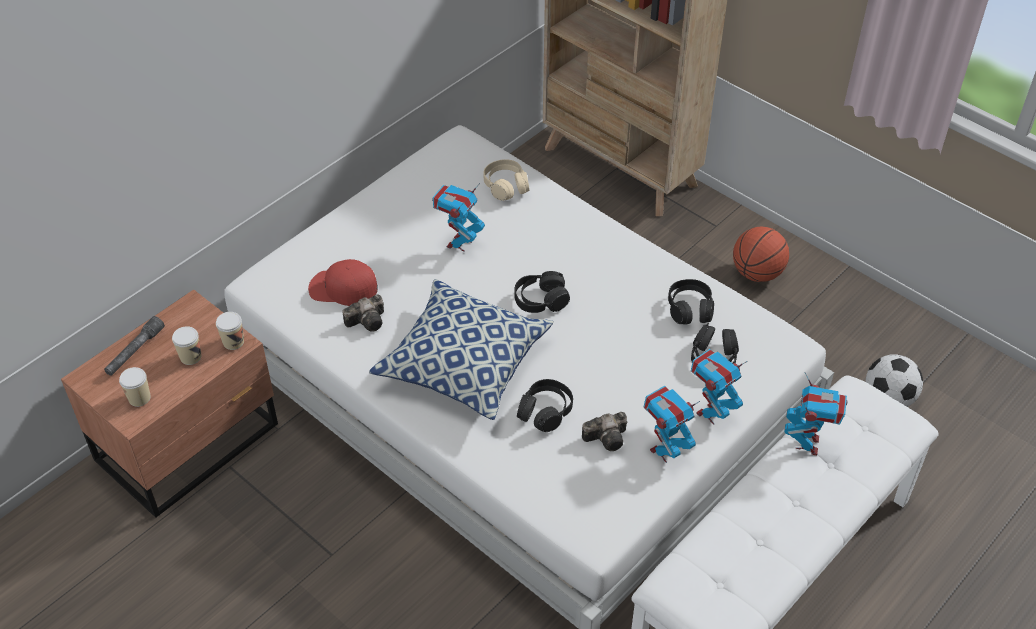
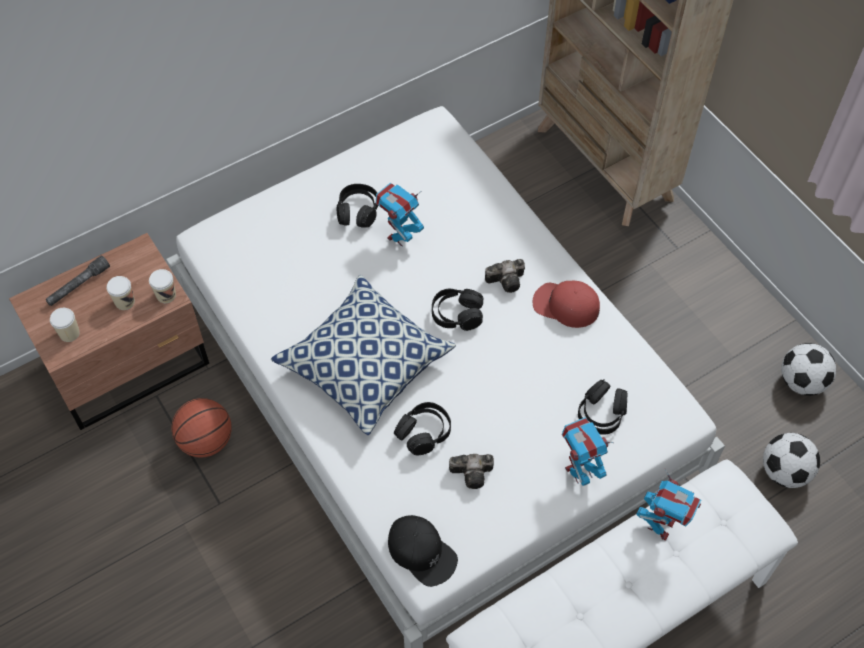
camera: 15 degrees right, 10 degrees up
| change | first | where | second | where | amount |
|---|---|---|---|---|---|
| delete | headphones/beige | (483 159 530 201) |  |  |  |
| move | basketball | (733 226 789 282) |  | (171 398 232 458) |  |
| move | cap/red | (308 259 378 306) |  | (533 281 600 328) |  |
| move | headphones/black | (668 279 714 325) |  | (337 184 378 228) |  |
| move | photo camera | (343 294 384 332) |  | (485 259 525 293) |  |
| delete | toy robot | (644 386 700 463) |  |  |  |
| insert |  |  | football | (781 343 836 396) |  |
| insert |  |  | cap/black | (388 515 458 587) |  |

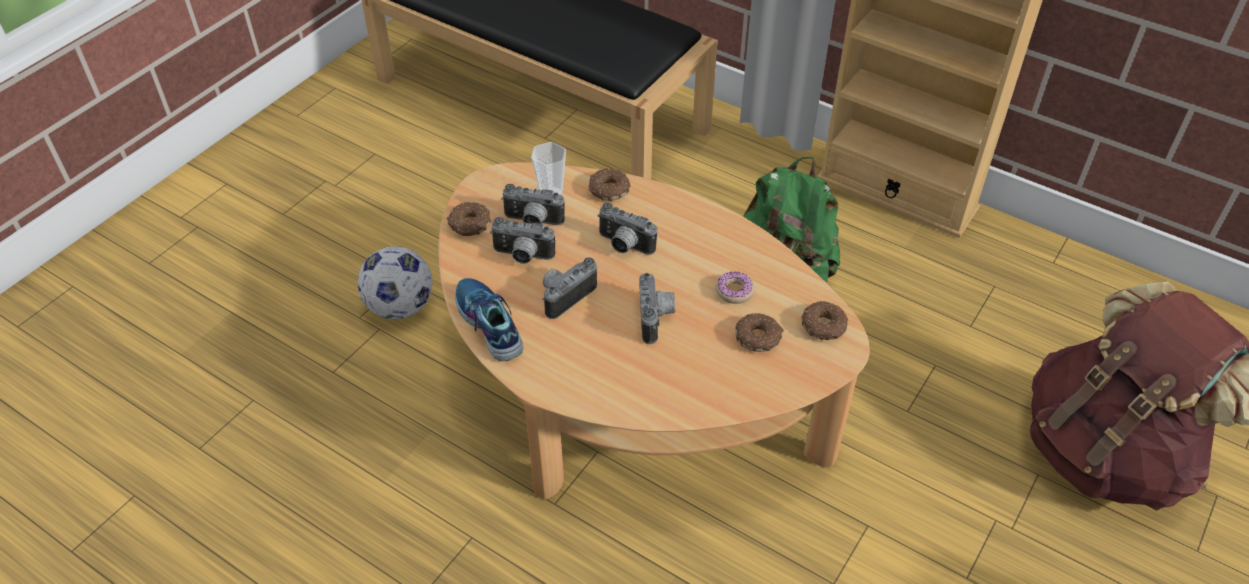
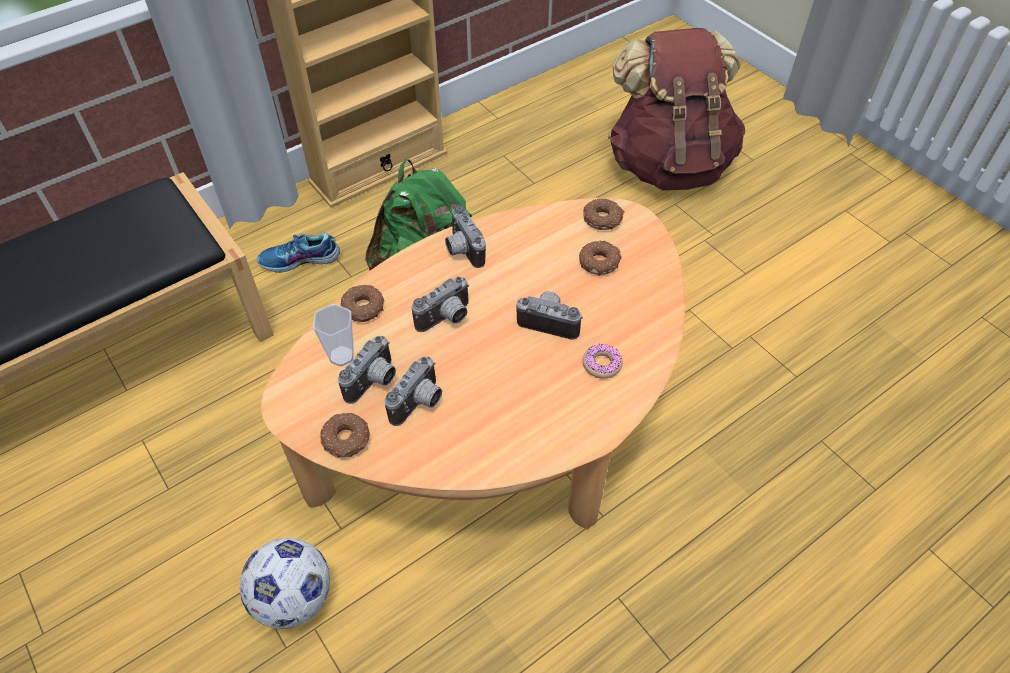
camera: 70 degrees left, 5 degrees up
| change | first | where | second | where | amount |
|---|---|---|---|---|---|
| move | photo camera | (542 257 597 319) |  | (445 205 486 268) |  |
| move | donut | (716 271 755 304) |  | (583 344 622 379) |  |
| move | shoe | (455 278 523 361) |  | (257 233 340 273) |  |

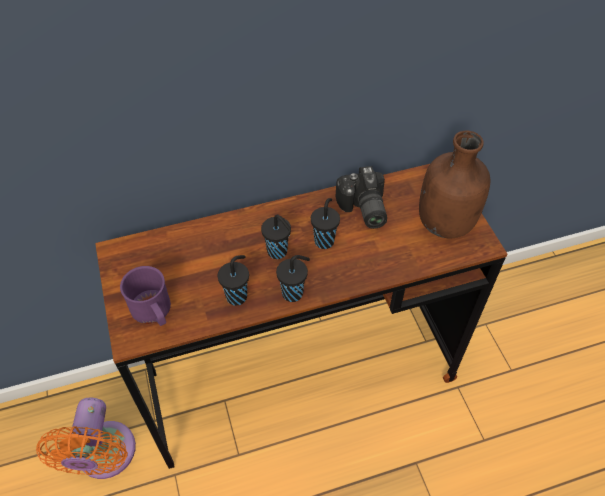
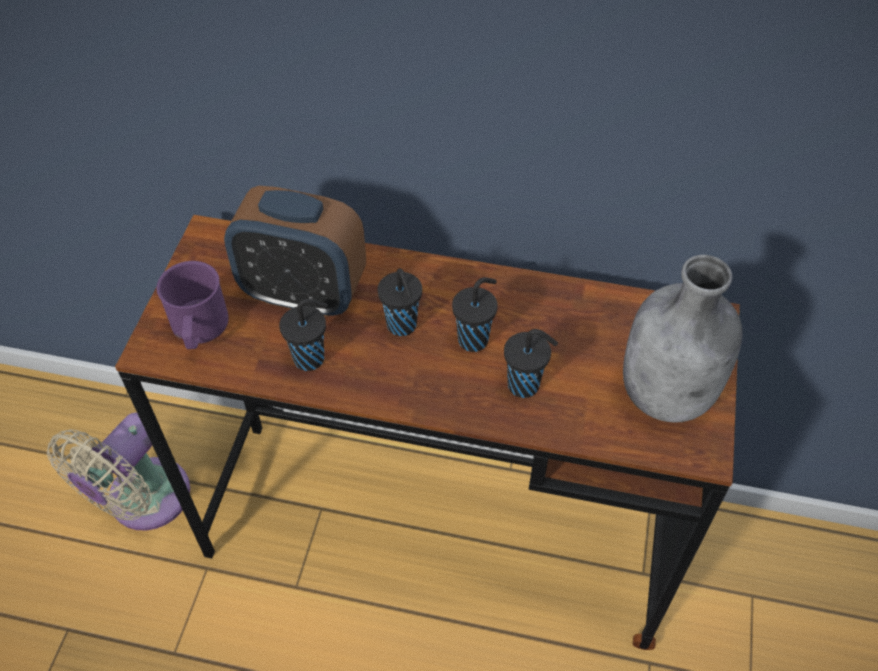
camera: 30 degrees right, 0 degrees up
| change | first | where | second | where | amount |
|---|---|---|---|---|---|
| recolor | bottle/brown | (419 131 491 238) | bottle/grey | (623 255 743 423) |  |
| delete | photo camera | (335 166 387 229) |  |  |  |
| move | cup/black | (276 255 310 302) |  | (504 329 558 398) |  |
| recolor | fan/orange | (36 397 136 479) | fan/beige | (47 413 190 531) |  |
| insert |  |  | alarm clock | (224 186 366 317) |  |

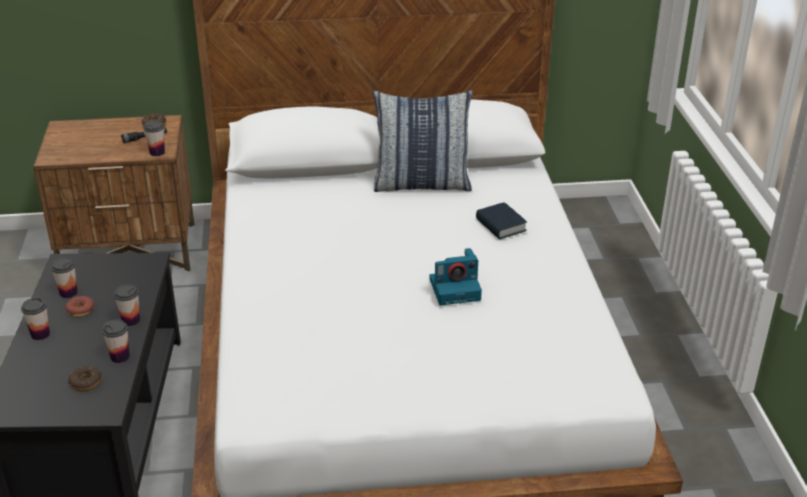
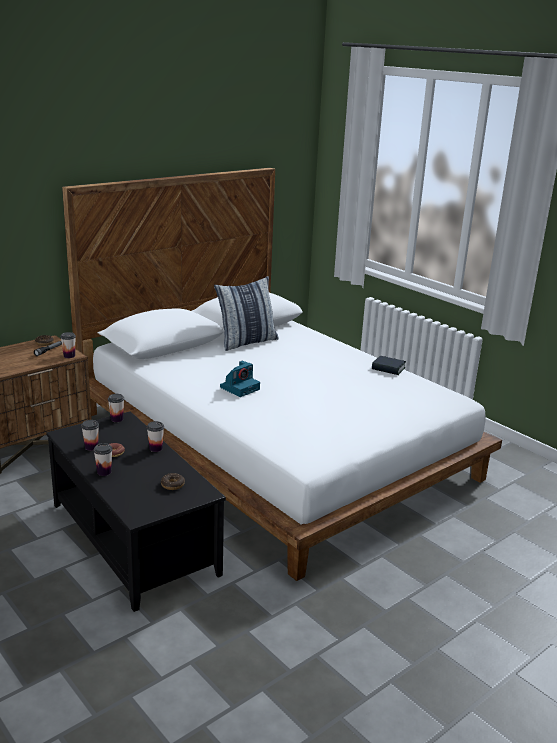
camera: 35 degrees left, 10 degrees down
| change | first | where | second | where | amount |
|---|---|---|---|---|---|
| move | book | (476 202 527 240) |  | (372 356 406 375) |  |
| move | photo camera | (429 248 482 305) |  | (220 361 260 397) |  |
| move | cup | (102 319 130 363) |  | (108 394 124 422) |  |

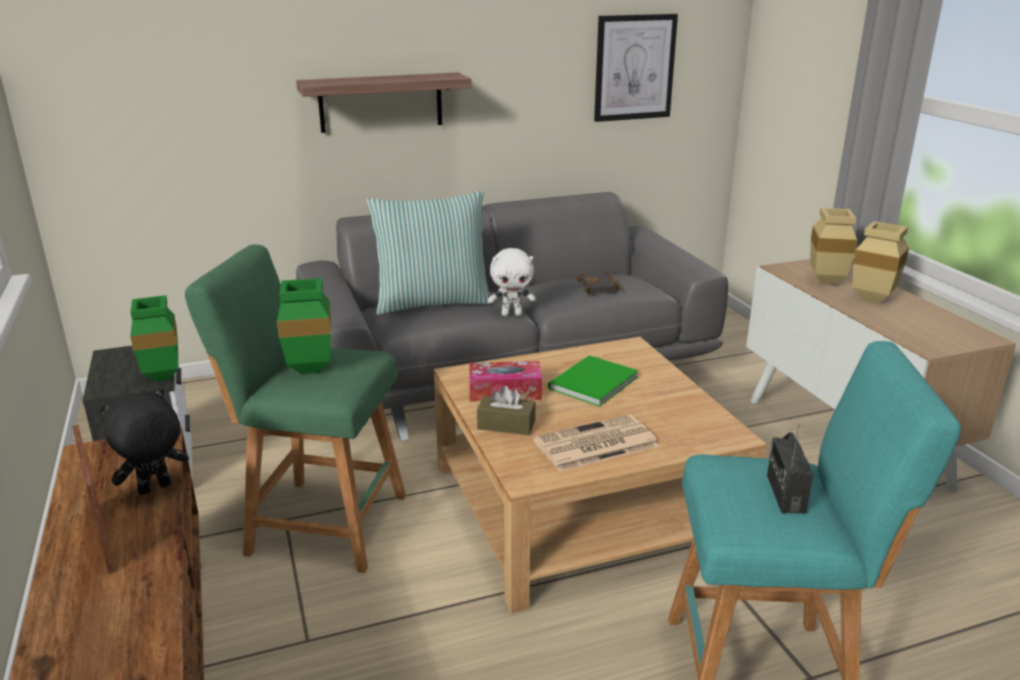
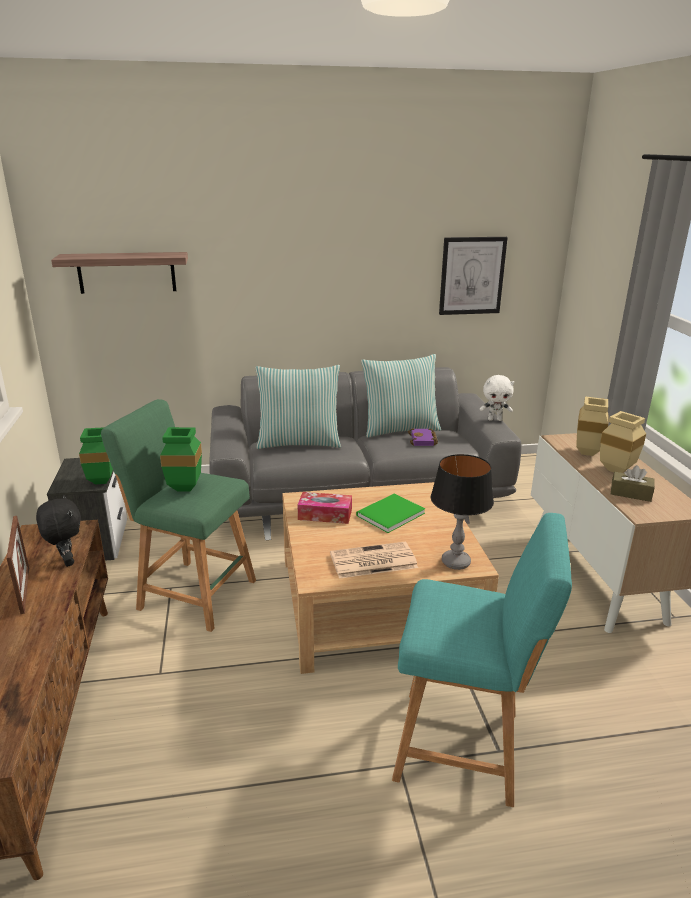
camera: 10 degrees right, 0 degrees up
| change | first | where | second | where | amount |
|---|---|---|---|---|---|
| move | shelf | (296 72 472 133) |  | (51 252 188 294) |  |
| move | plush toy/white | (488 248 536 316) |  | (480 375 514 421) |  |
| recolor | book/black | (575 271 621 294) | book/purple | (408 428 438 446) |  |
| move | tissue box/brown | (477 386 536 435) |  | (611 465 655 502) |  |
| rotate | plush toy/black | (99 388 189 495) |  | (36 495 81 567) | 90 degrees clockwise |
| delete | radio | (767 425 814 514) |  |  |  |
| insert |  |  | pillow | (361 354 441 438) |  |
| insert |  |  | table lamp | (430 454 494 570) |  |

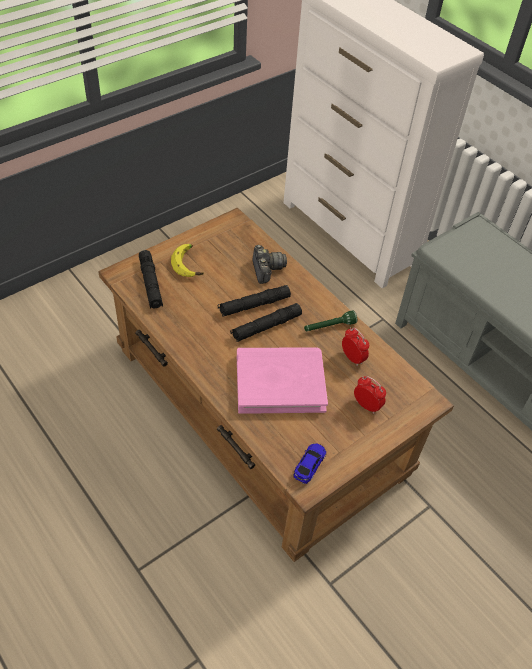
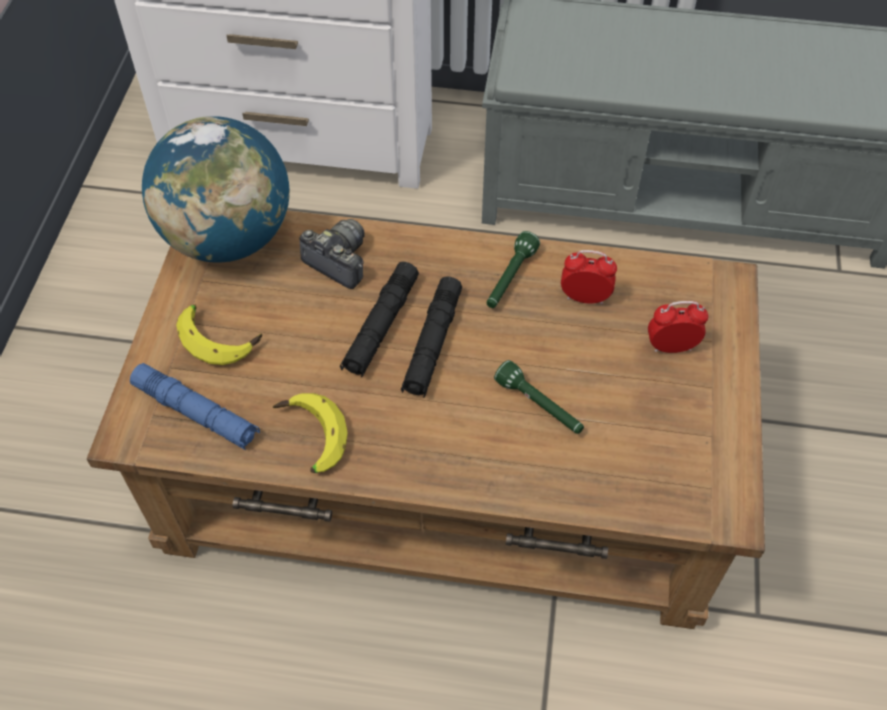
camera: 40 degrees left, 5 degrees up
| change | first | where | second | where | amount |
|---|---|---|---|---|---|
| recolor | flashlight/black | (139 250 163 309) | flashlight/blue | (130 363 260 450) |  |
| replace | book/pink | (237 347 328 414) | flashlight/green | (494 360 584 434) |  |
| delete | toy car | (293 443 326 484) |  |  |  |
| insert |  |  | globe | (142 116 290 263) |  |
| insert |  |  | banana | (273 393 348 473) |  |

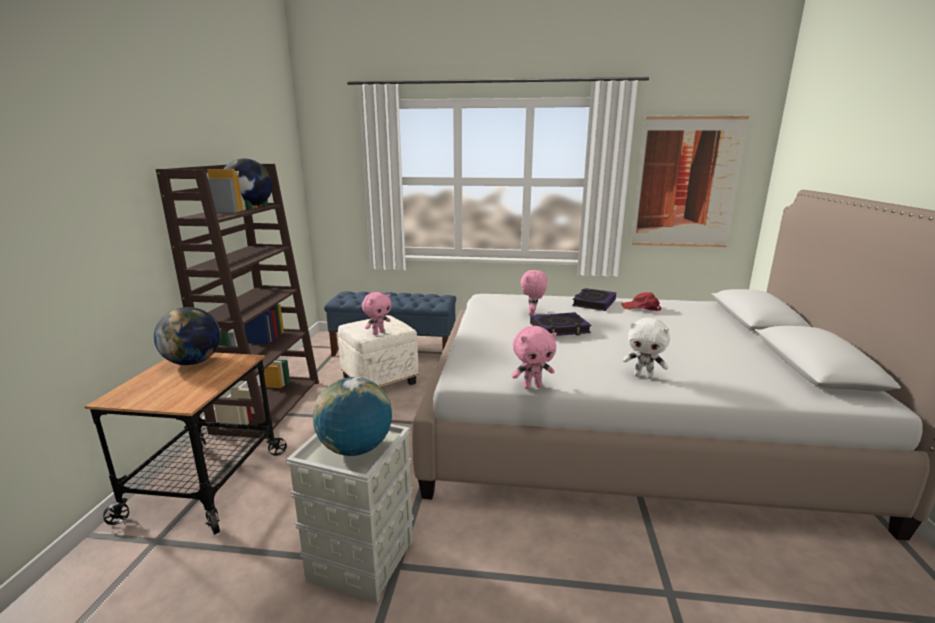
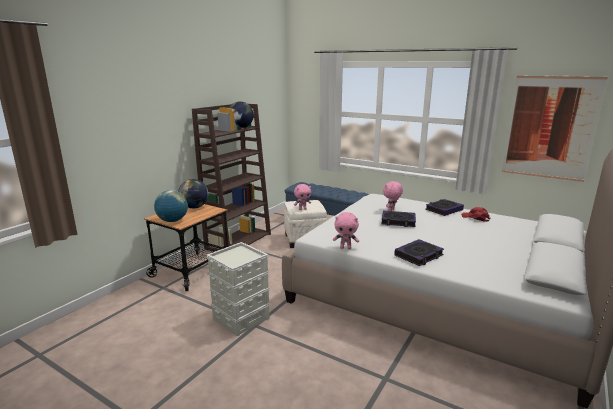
camera: 25 degrees right, 0 degrees up
| change | first | where | second | where | amount |
|---|---|---|---|---|---|
| replace | plush toy/white | (623 317 670 379) | book | (394 239 444 266) |  |
| move | globe | (313 377 392 456) |  | (154 190 188 222) |  |

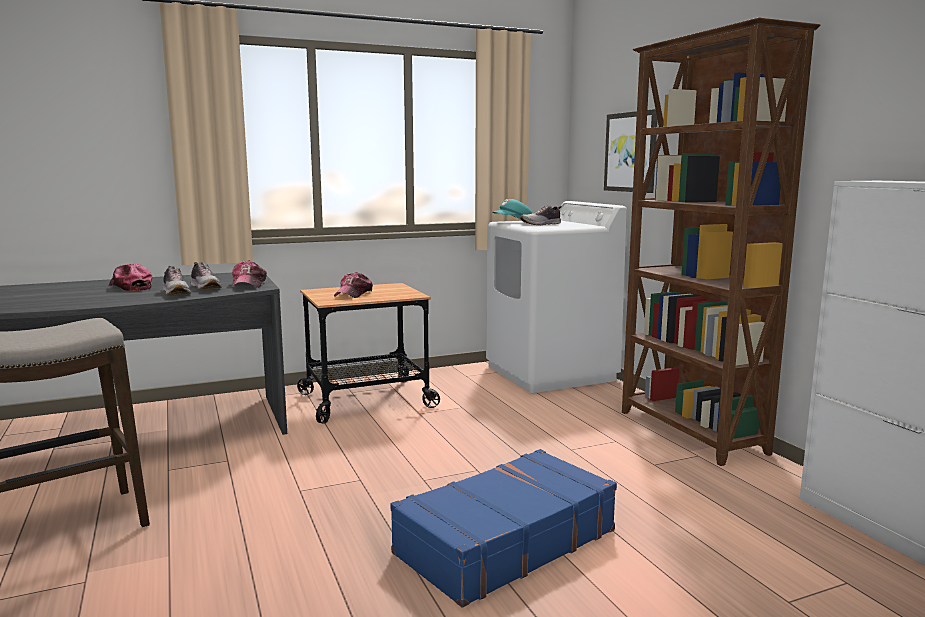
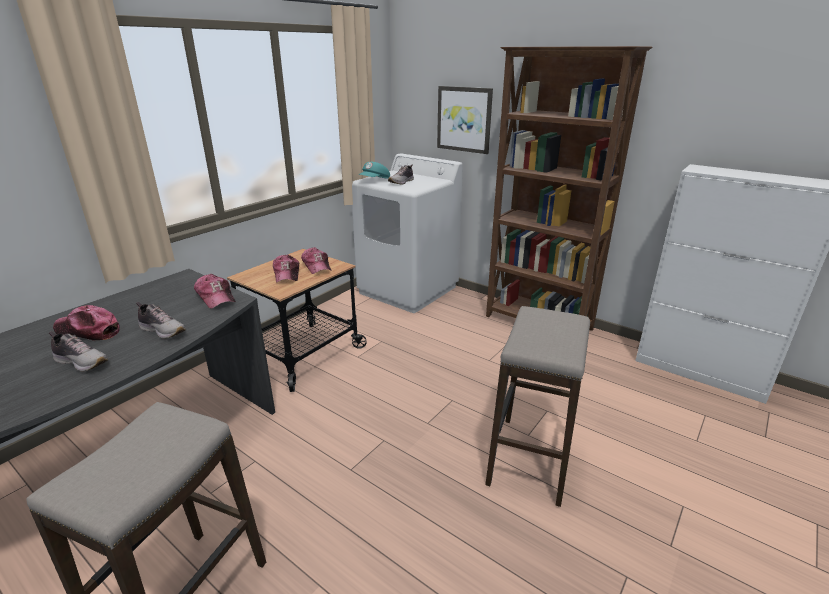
camera: 30 degrees left, 15 degrees up
| change | first | where | second | where | amount |
|---|---|---|---|---|---|
| move | shoe | (191 262 222 289) |  | (49 331 108 372) |  |
| replace | suitcase/blue | (391 449 617 607) | stool | (485 306 590 507) |  |
| insert |  |  | cap | (301 247 332 274) |  |

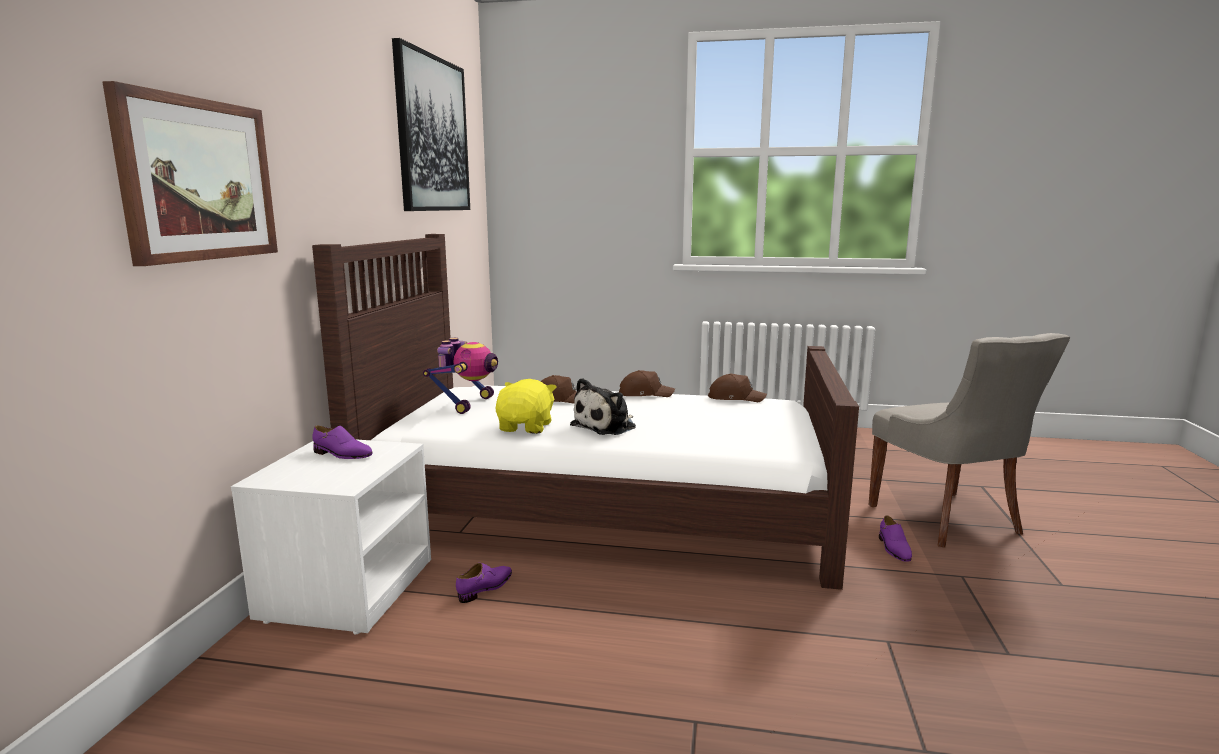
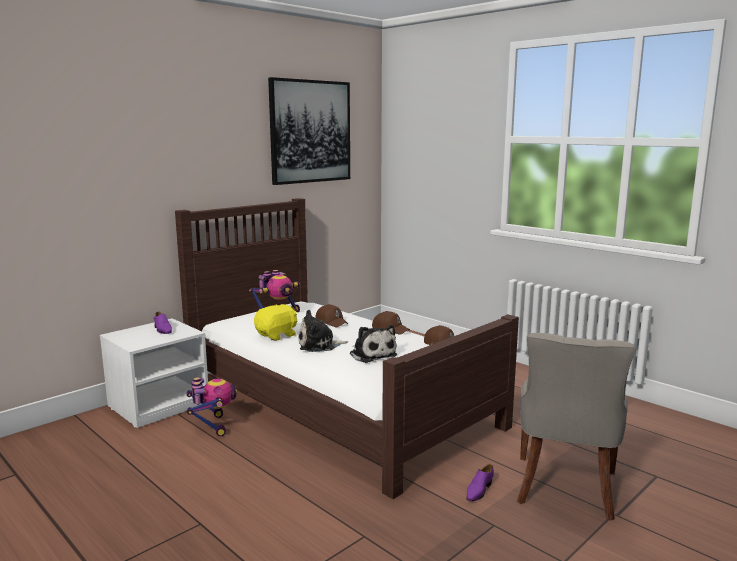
camera: 35 degrees right, 0 degrees up
| change | first | where | second | where | amount |
|---|---|---|---|---|---|
| delete | picture | (102 81 278 266) |  |  |  |
| replace | shoe/purple | (456 563 512 603) | toy robot | (187 377 237 436) |  |
| insert |  |  | plush toy | (350 325 397 363) |  |

